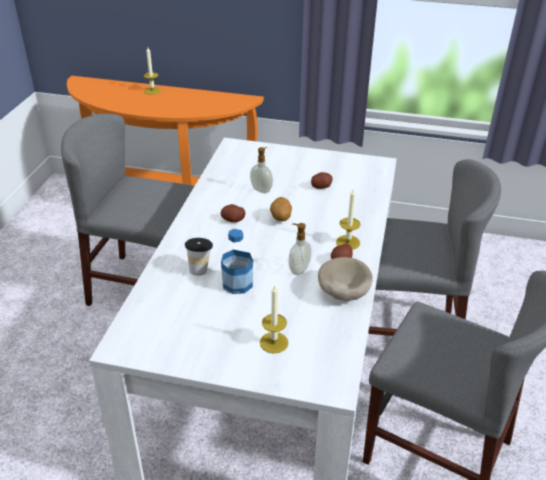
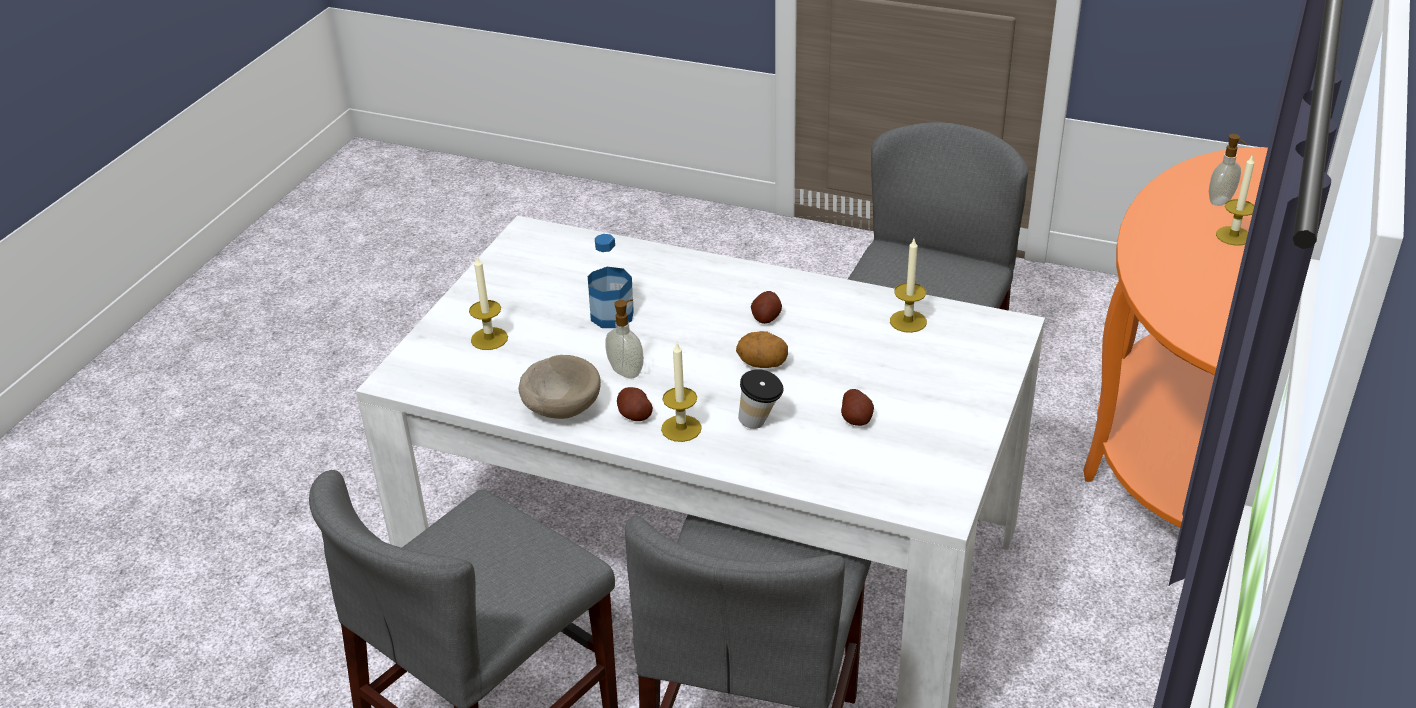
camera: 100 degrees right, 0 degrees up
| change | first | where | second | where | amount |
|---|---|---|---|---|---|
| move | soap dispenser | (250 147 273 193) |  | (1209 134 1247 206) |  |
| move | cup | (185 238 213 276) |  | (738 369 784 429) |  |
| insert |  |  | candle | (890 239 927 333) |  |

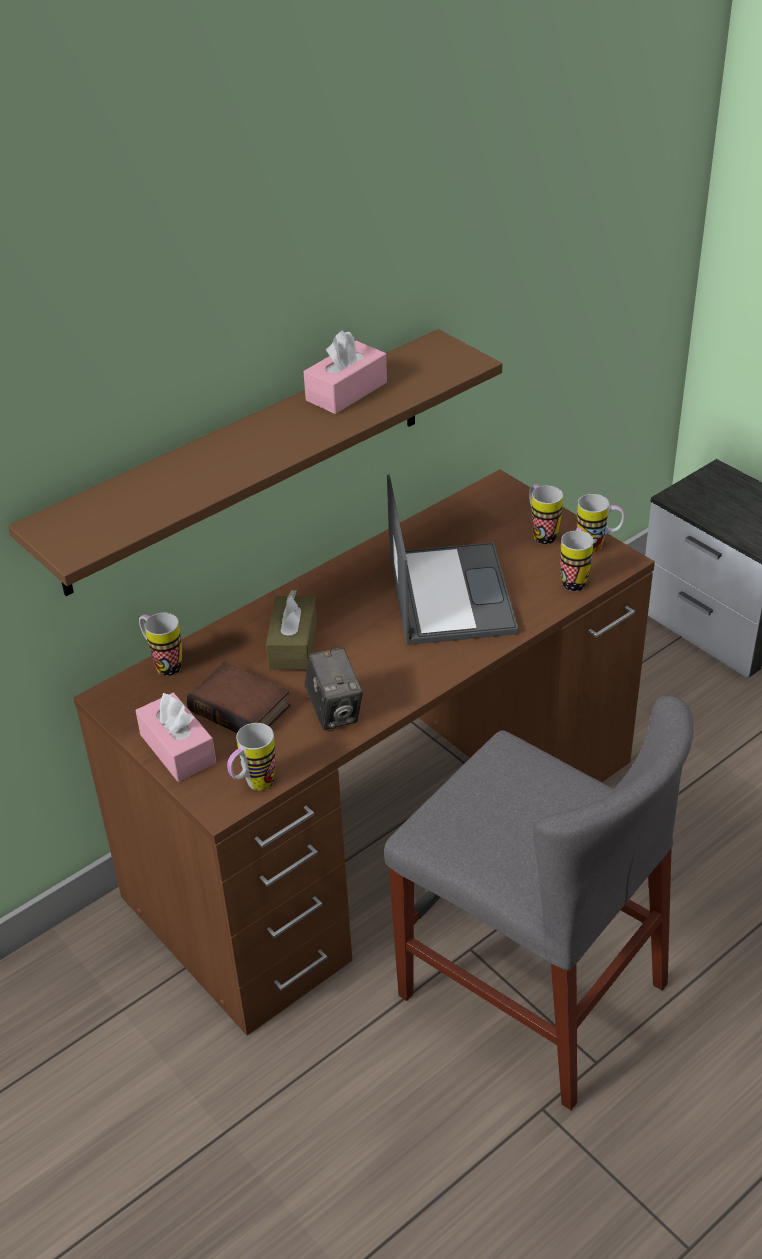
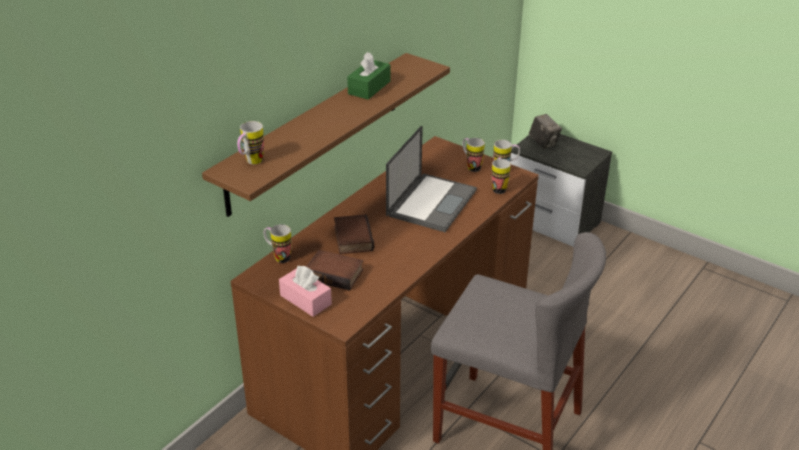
camera: 15 degrees left, 5 degrees down
| change | first | where | second | where | amount |
|---|---|---|---|---|---|
| recolor | tissue box/pink | (304 330 387 414) | tissue box/green | (347 52 390 100) |  |
| rotate | laptop | (387 474 518 645) |  | (386 126 477 232) | 45 degrees clockwise |
| replace | tissue box/brown | (266 590 317 670) | book | (334 214 374 254) |  |
| move | photo camera | (305 647 363 730) |  | (529 114 562 149) |  |
| move | mug | (227 723 276 791) |  | (237 121 264 164) |  |

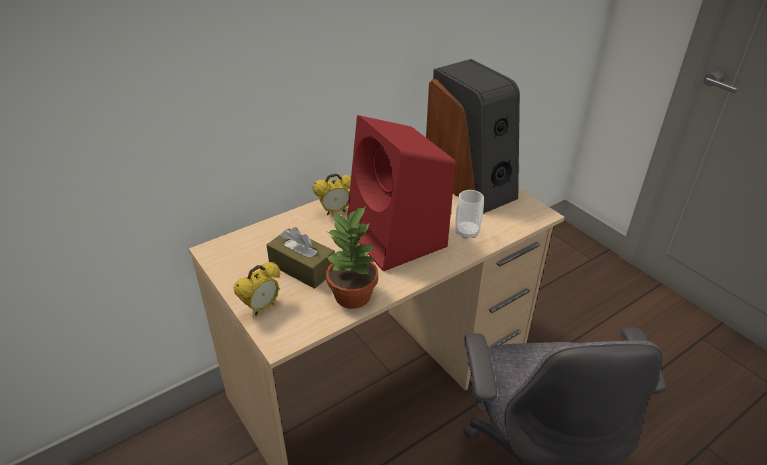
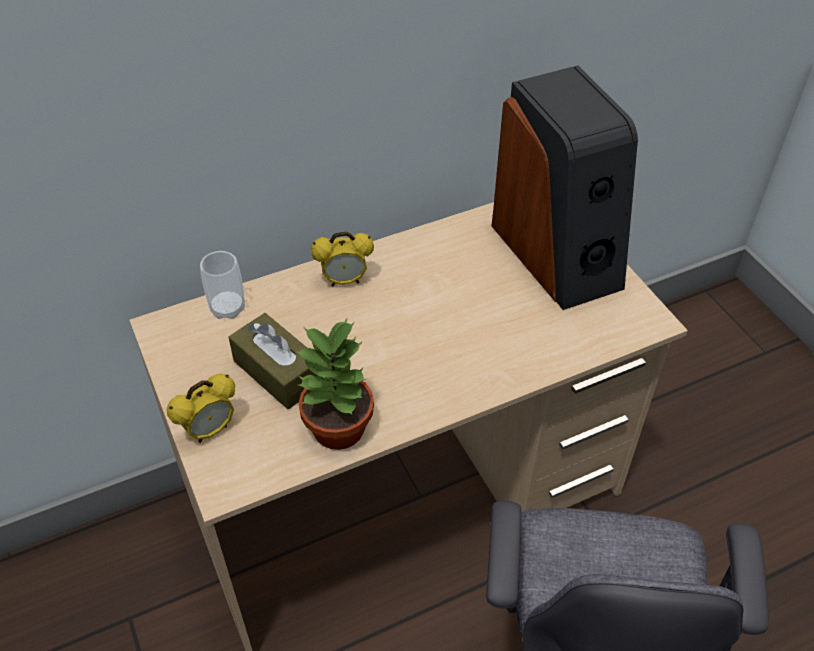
camera: 10 degrees right, 10 degrees up
| change | first | where | second | where | amount |
|---|---|---|---|---|---|
| delete | speaker/red | (347 115 456 271) |  |  |  |
| move | cup | (455 190 484 239) |  | (200 251 245 319) |  |

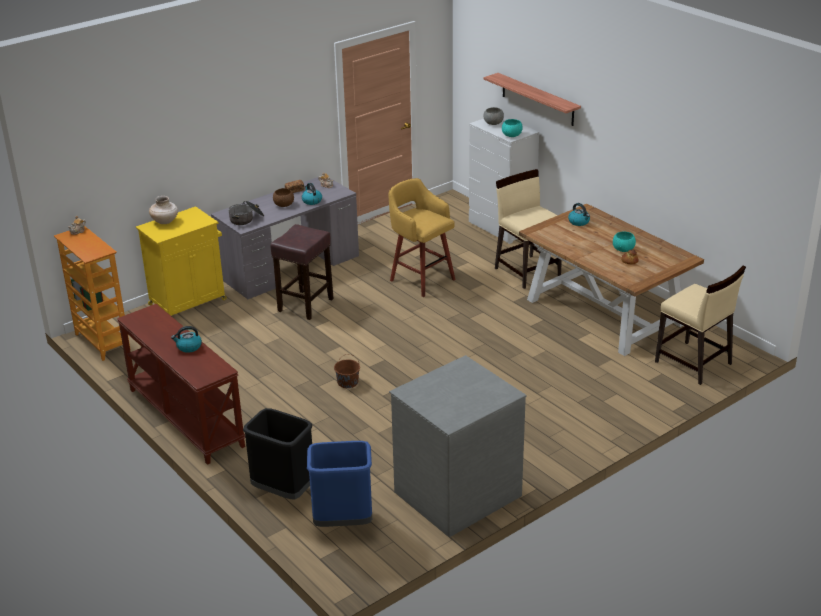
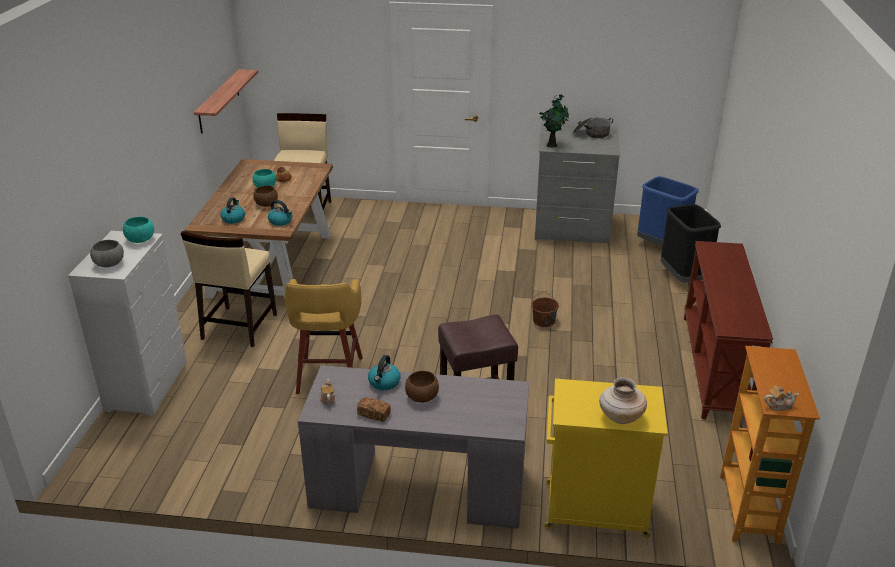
camera: 135 degrees left, 0 degrees up
| change | first | where | second | where | amount |
|---|---|---|---|---|---|
| move | shelf | (484 73 581 126) |  | (194 69 258 134) |  |
| move | cooking pot | (228 201 264 225) |  | (572 118 613 138) |  |
| move | kettle | (171 326 202 353) |  | (268 200 292 226) |  |
| insert |  |  | potted plant | (539 94 569 148) |  |
| insert |  |  | bowl/brown | (253 185 278 207) |  |

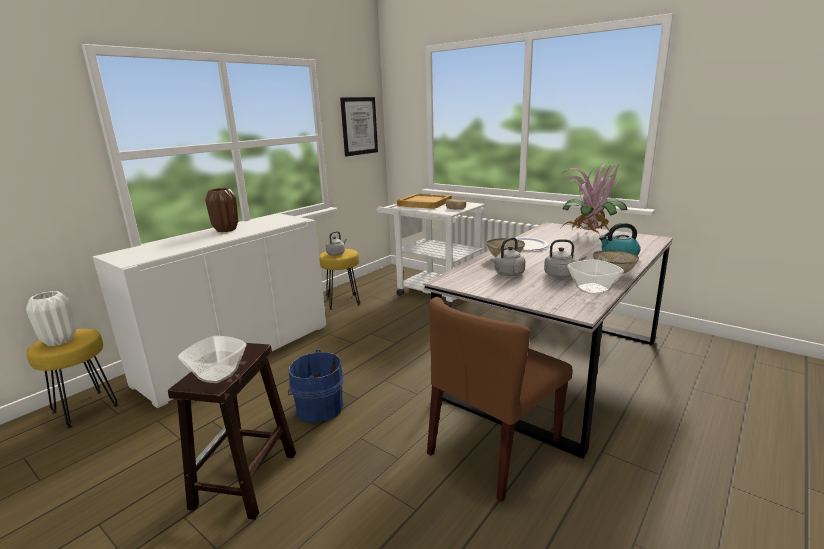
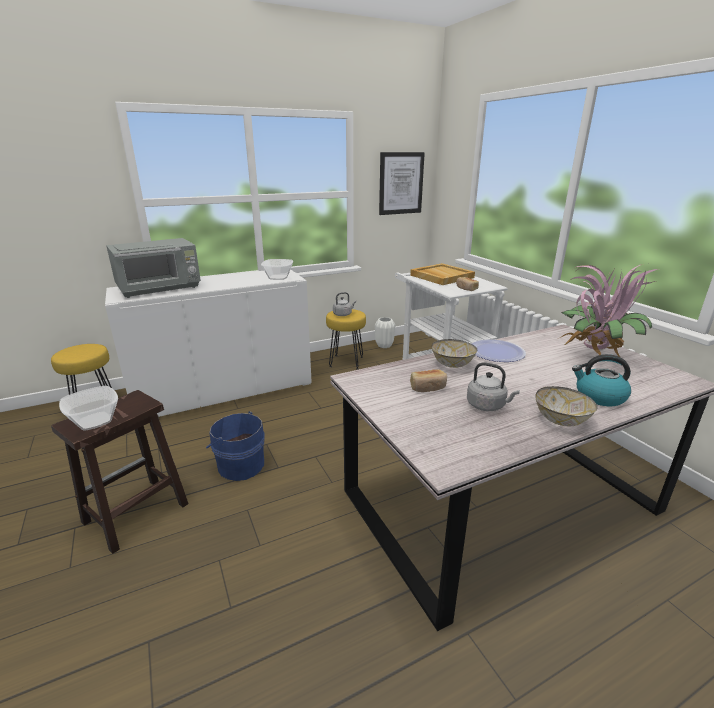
camera: 25 degrees right, 5 degrees up
| change | first | where | second | where | amount |
|---|---|---|---|---|---|
| delete | vase/brown | (205 188 238 232) |  |  |  |
| replace | kettle/grey | (491 237 525 276) | bread | (410 369 447 392) |  |
| move | bowl | (567 260 624 295) |  | (261 259 293 280) |  |
| move | vase/white | (26 291 76 346) |  | (375 317 395 348) |  |
| delete | chair/brown | (427 297 573 502) |  |  |  |
| insert |  |  | microwave/grey | (106 238 201 298) |  |

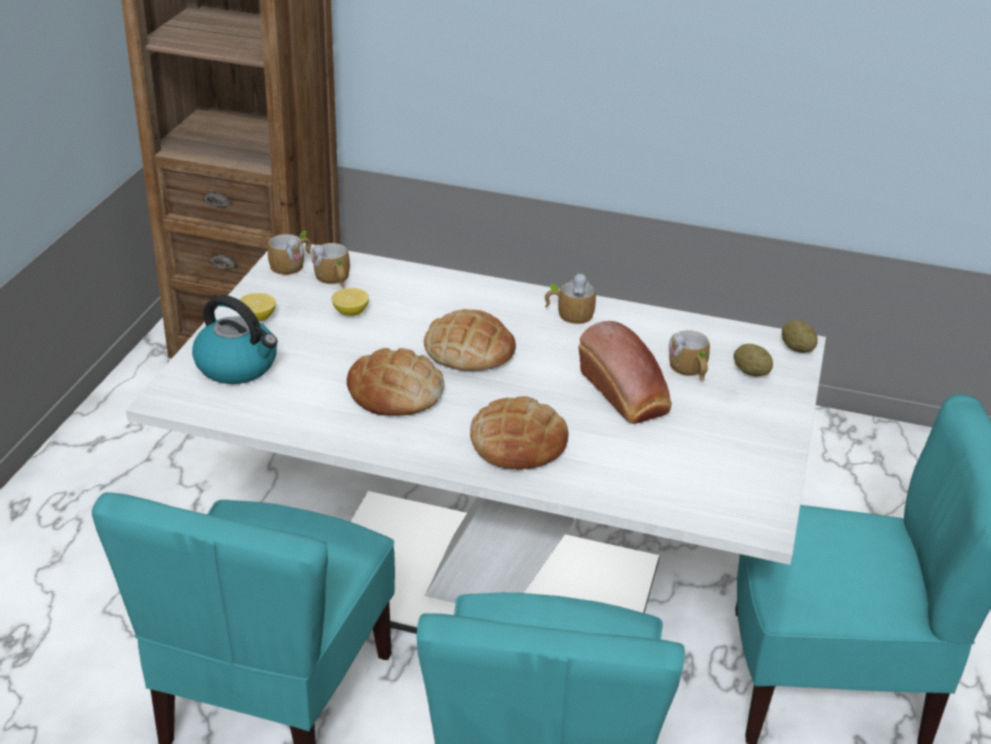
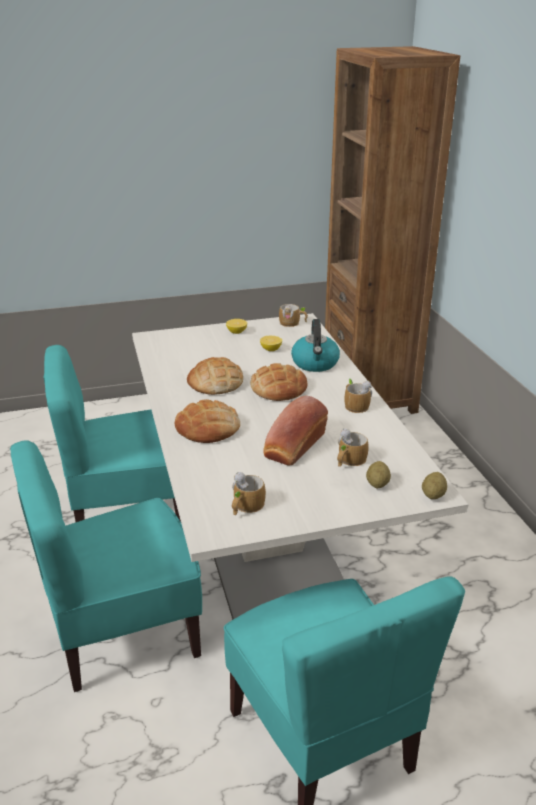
camera: 60 degrees right, 5 degrees down
| change | first | where | second | where | amount |
|---|---|---|---|---|---|
| move | mug | (312 243 350 287) |  | (232 472 266 515) |  |
| move | kettle | (192 295 277 384) |  | (291 319 340 372) |  |

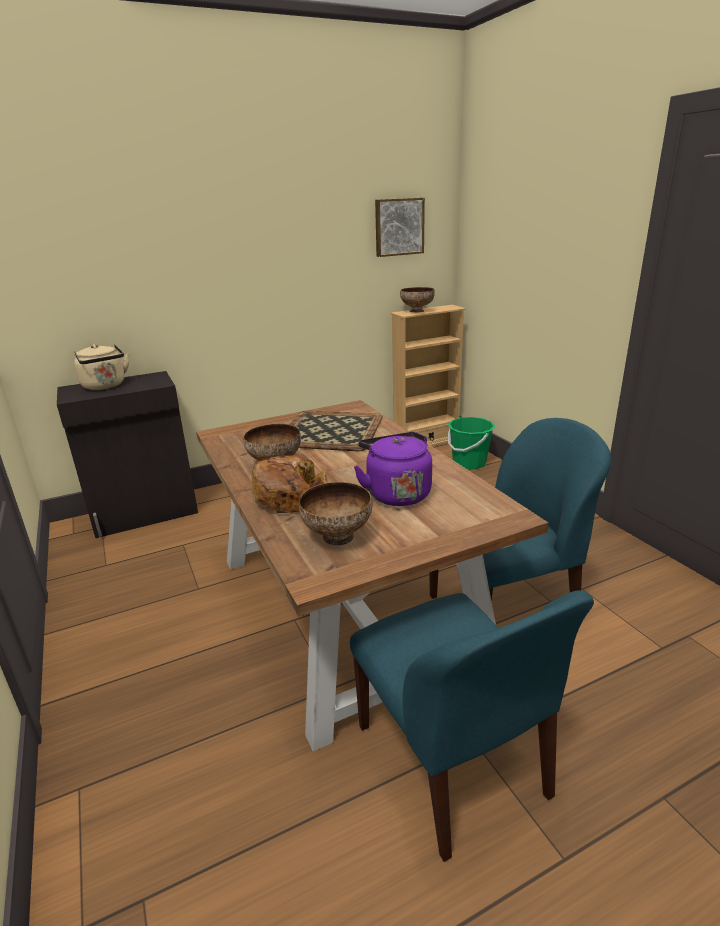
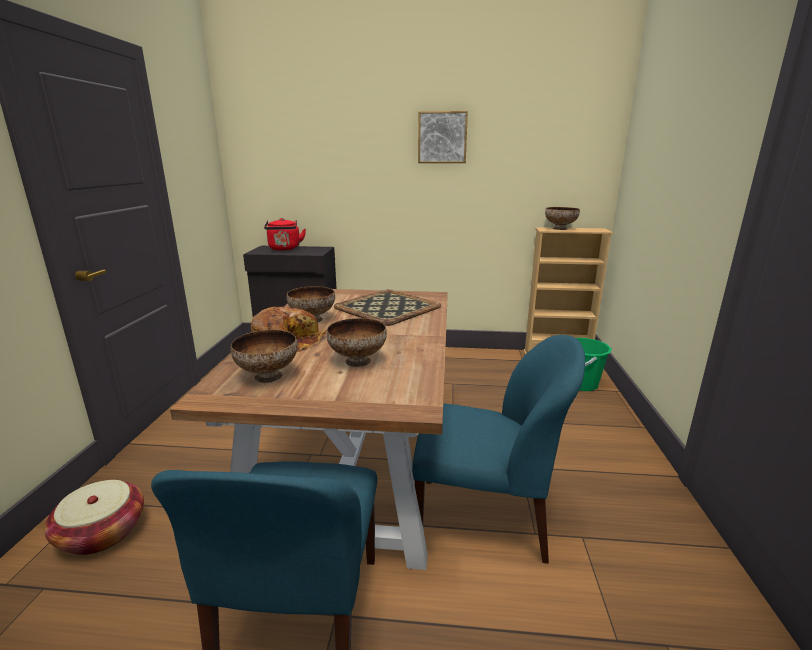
camera: 30 degrees right, 5 degrees down
| change | first | where | second | where | amount |
|---|---|---|---|---|---|
| move | picture | (375 198 425 257) |  | (418 111 468 163) |  |
| recolor | kettle/beige | (74 344 129 390) | kettle/red | (264 218 306 251) |  |
| replace | kettle/purple | (354 432 432 506) | bowl | (327 318 387 367) |  |
| insert |  |  | basket | (44 480 144 555) |  |

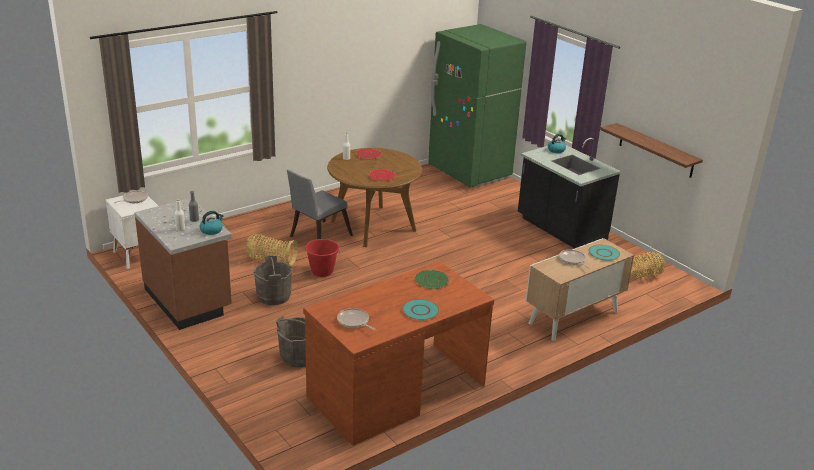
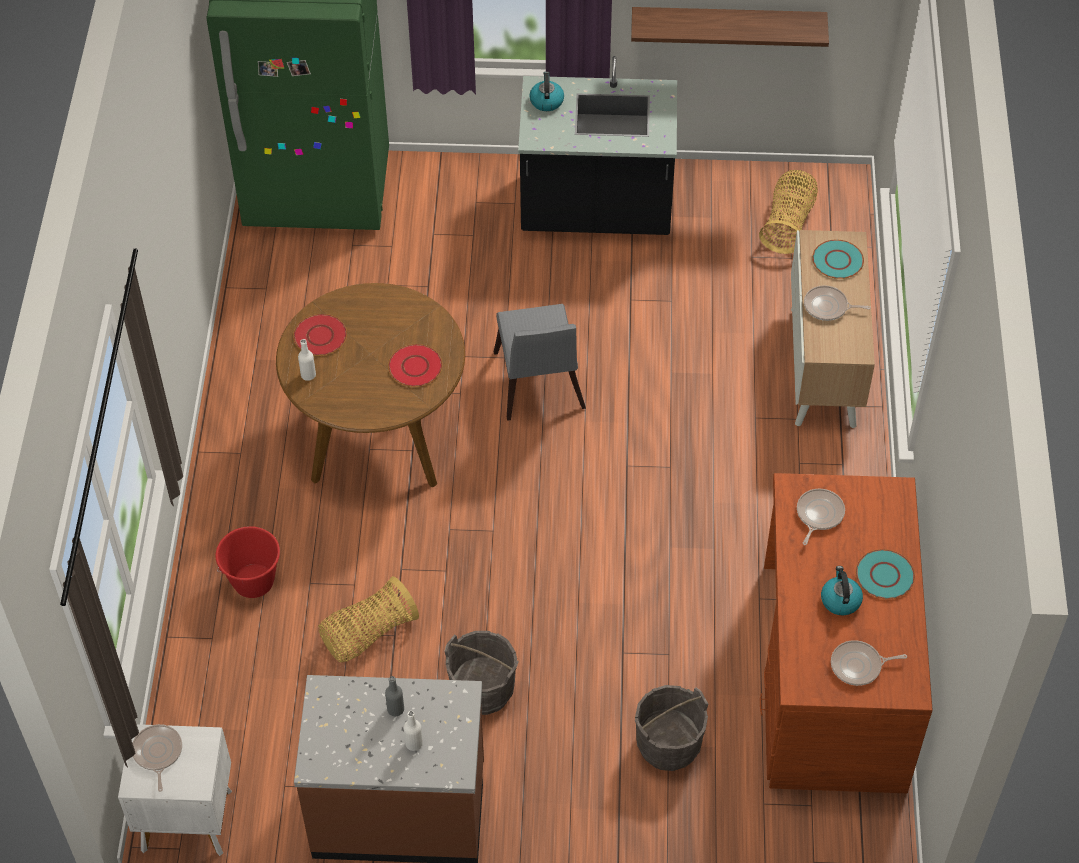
camera: 50 degrees left, 25 degrees up
| change | first | where | second | where | amount |
|---|---|---|---|---|---|
| move | chair/grey | (287 170 353 239) |  | (493 304 586 421) |  |
| move | kettle | (200 211 224 235) |  | (821 566 863 615) |  |
| move | bucket/red | (305 239 340 277) |  | (215 526 280 598) |  |
| replace | plate/green | (414 270 450 289) | frying pan | (797 489 845 545) |  |

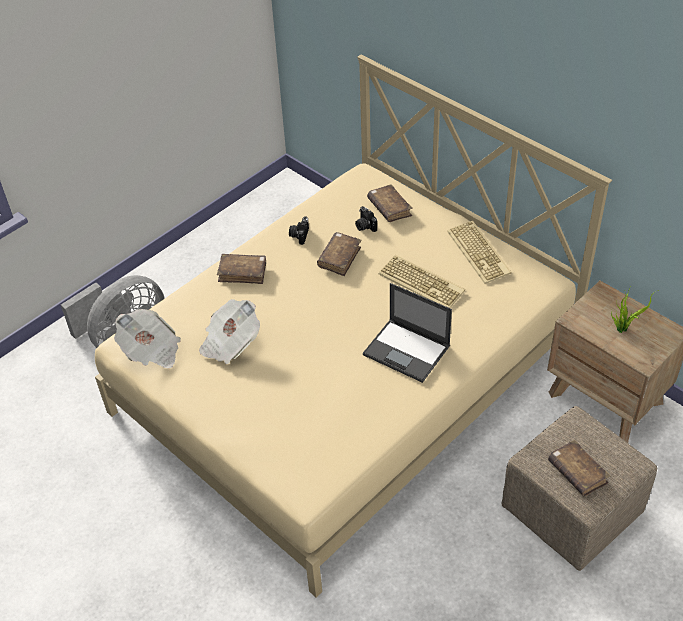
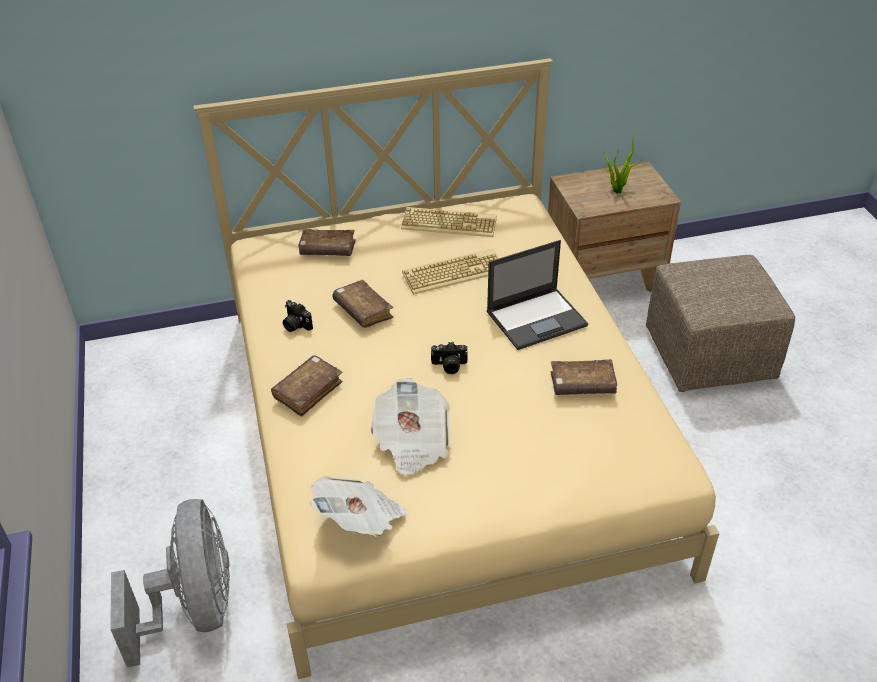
camera: 60 degrees left, 5 degrees down
| change | first | where | second | where | amount |
|---|---|---|---|---|---|
| move | photo camera | (355 206 377 232) |  | (430 342 468 374) |  |
| move | book/brown | (548 440 611 496) |  | (551 359 617 395) |  |

